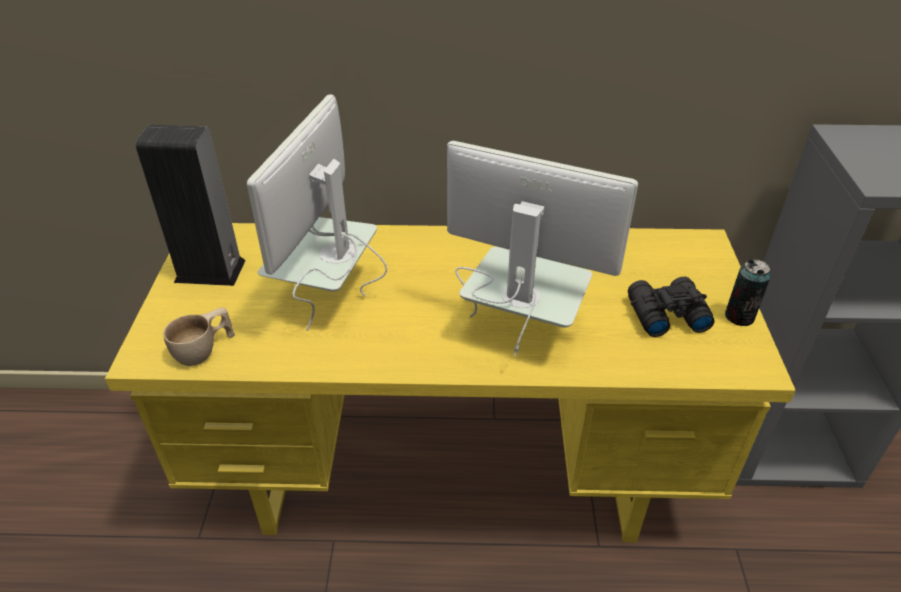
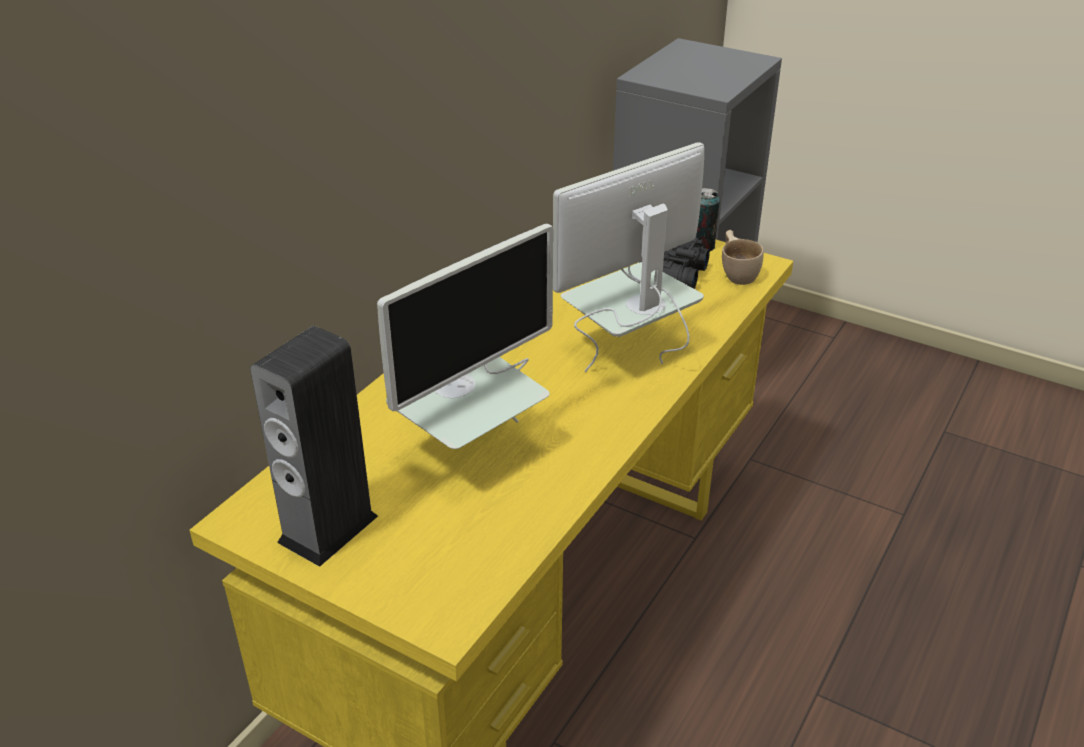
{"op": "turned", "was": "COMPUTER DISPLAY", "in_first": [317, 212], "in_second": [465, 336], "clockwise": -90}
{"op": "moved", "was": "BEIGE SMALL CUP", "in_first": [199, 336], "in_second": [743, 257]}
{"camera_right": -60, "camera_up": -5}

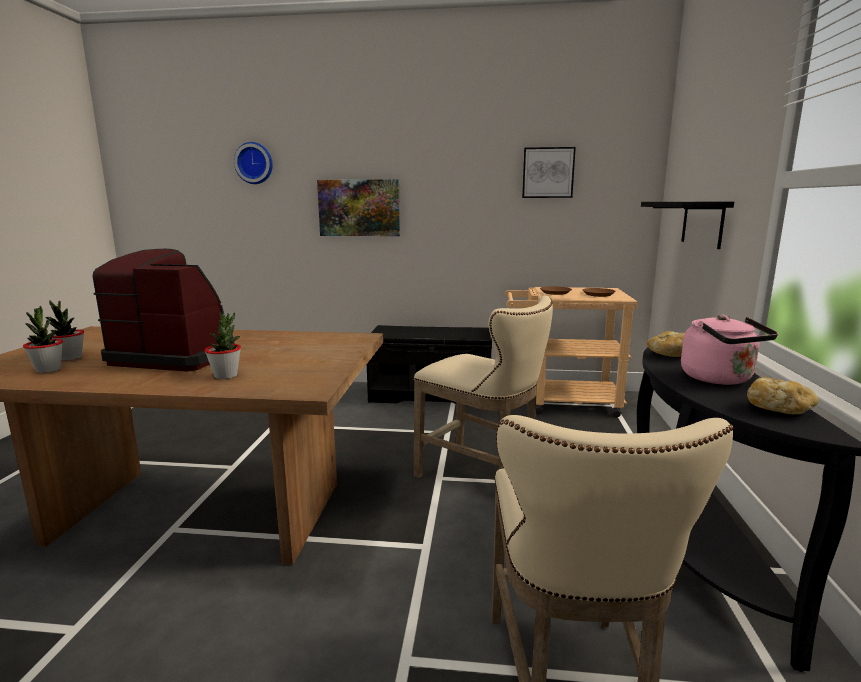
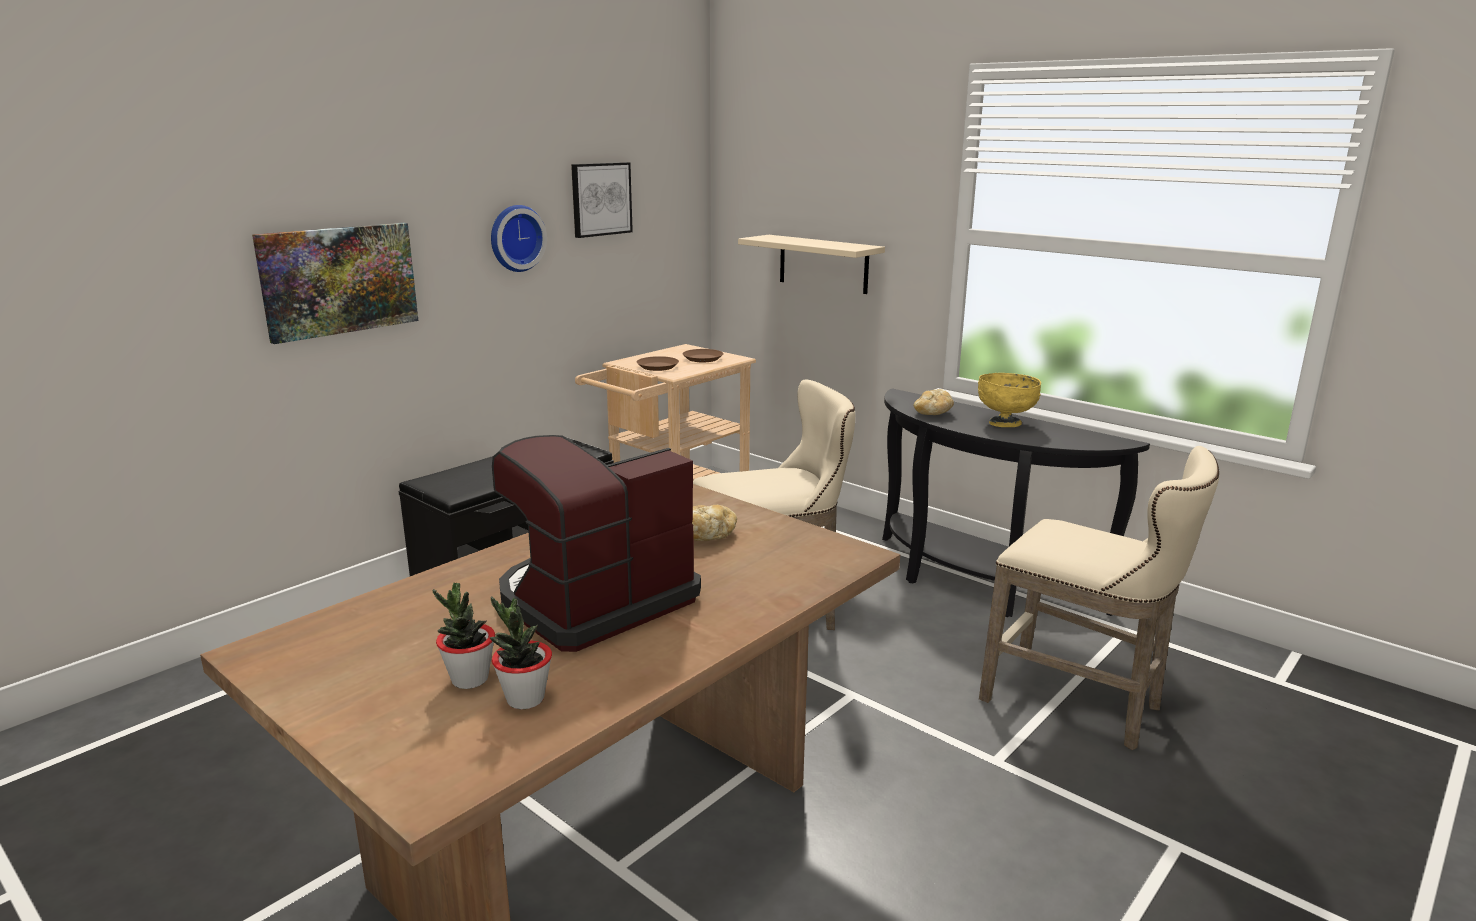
{"op": "moved", "was": "CLOCK ON THE WALL", "in_first": [253, 163], "in_second": [519, 238]}
{"op": "moved", "was": "BAKERY BREAD", "in_first": [783, 395], "in_second": [714, 523]}
{"op": "recoloured", "was": "BLACK-COLOURED BRACKET SHELF", "now": "BEIGE BRACKET SHELF", "in_first": [687, 225], "in_second": [811, 264]}
{"op": "replaced", "was": "PINK KETTLE", "now": "YELLOW-COLOURED DEEP DISH", "in_first": [729, 350], "in_second": [1009, 400]}
{"op": "removed", "was": "HOUSEPLANT", "in_first": [223, 345]}
{"camera_right": -55, "camera_up": 5}

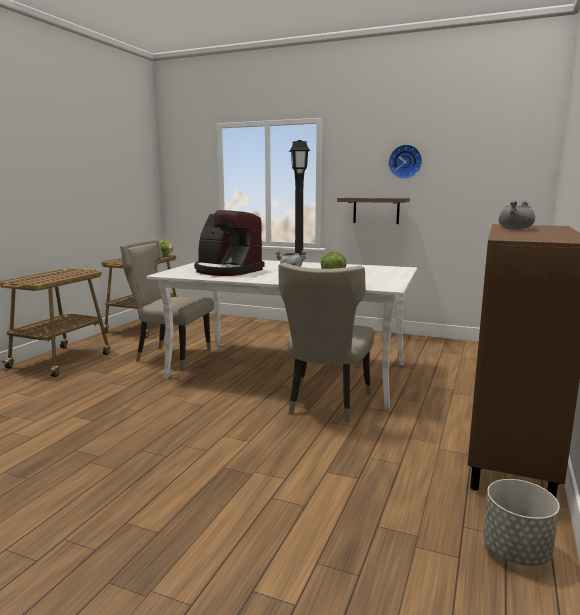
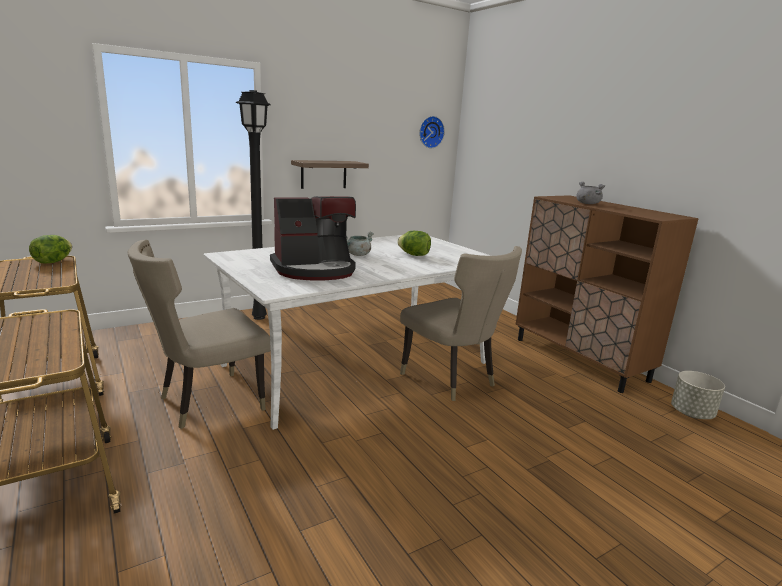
{"op": "moved", "was": "CLOCK ON THE WALL", "in_first": [405, 161], "in_second": [432, 132]}
{"camera_right": -55, "camera_up": 5}

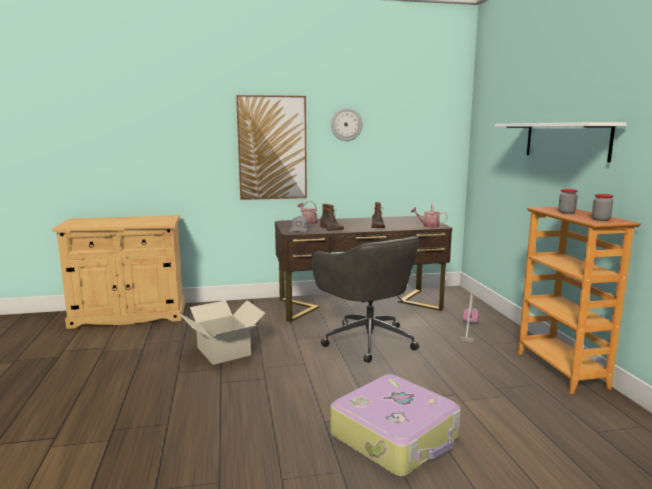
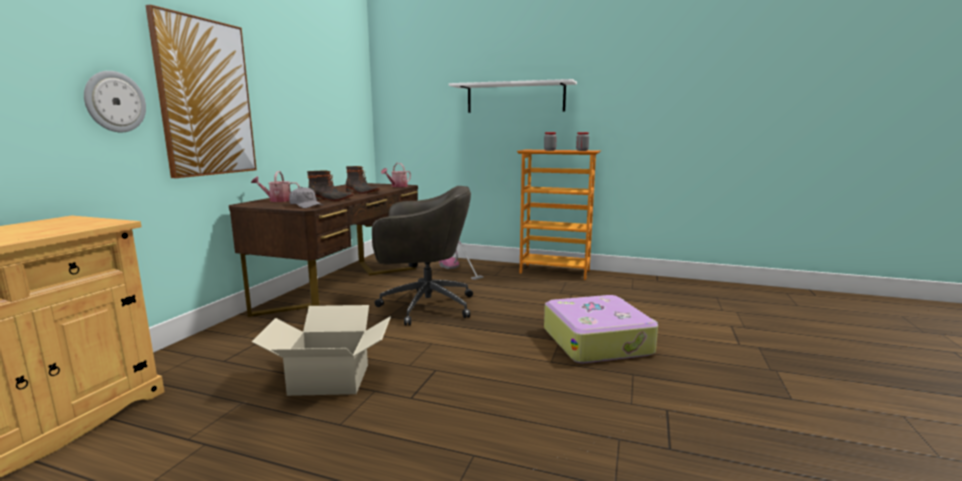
{"op": "moved", "was": "CLOCK ON THE WALL", "in_first": [347, 124], "in_second": [115, 101]}
{"camera_right": -60, "camera_up": 0}

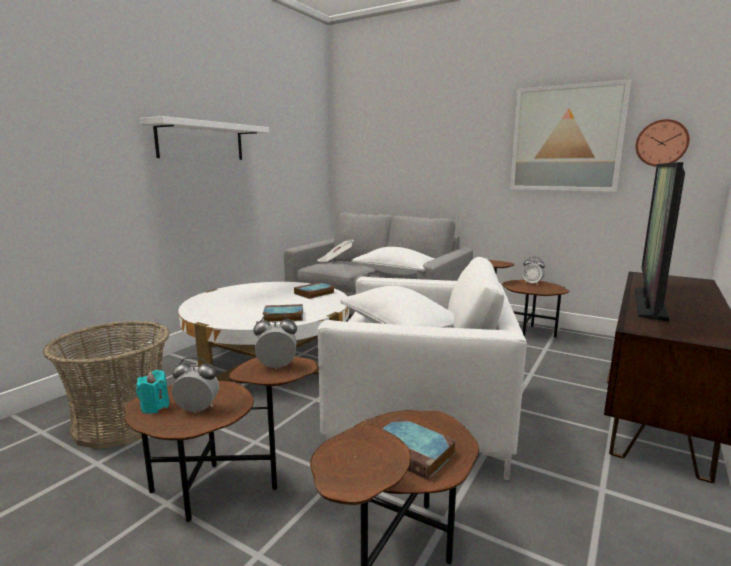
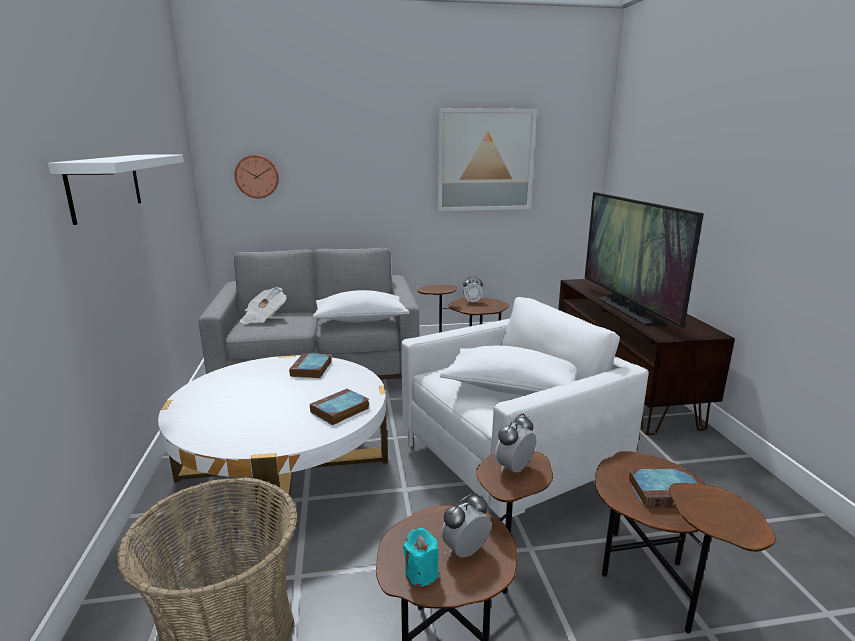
{"op": "moved", "was": "CLOCK ON THE WALL", "in_first": [663, 143], "in_second": [257, 176]}
{"camera_right": -40, "camera_up": 5}

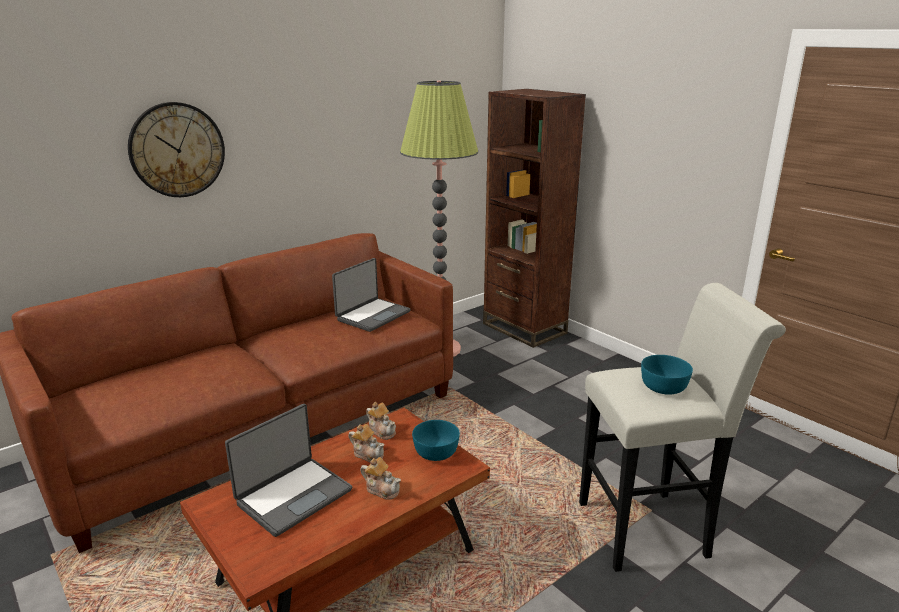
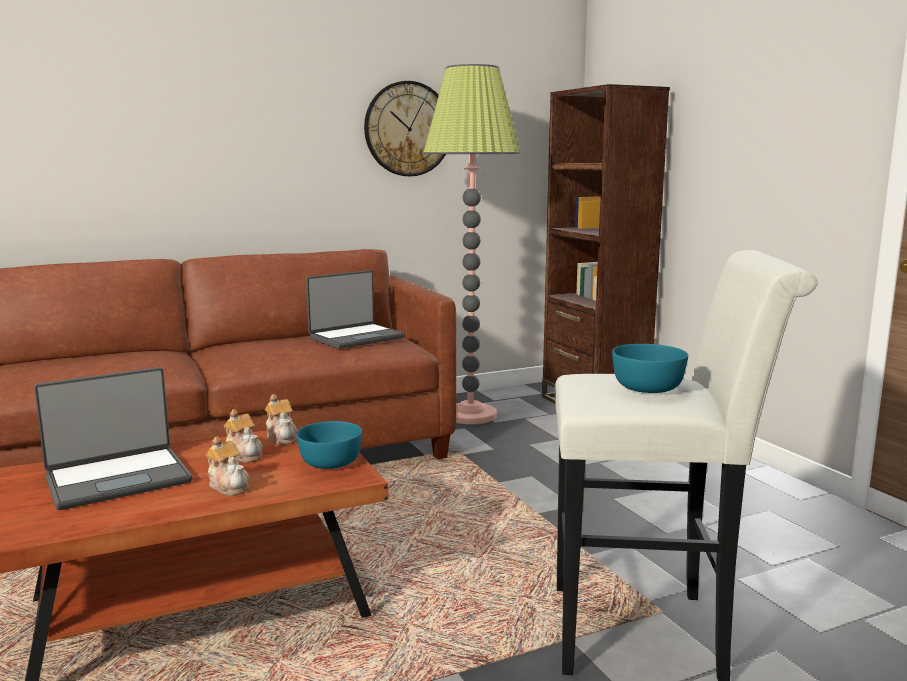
{"op": "moved", "was": "CLOCK ON THE WALL", "in_first": [176, 149], "in_second": [405, 128]}
{"camera_right": 15, "camera_up": -10}

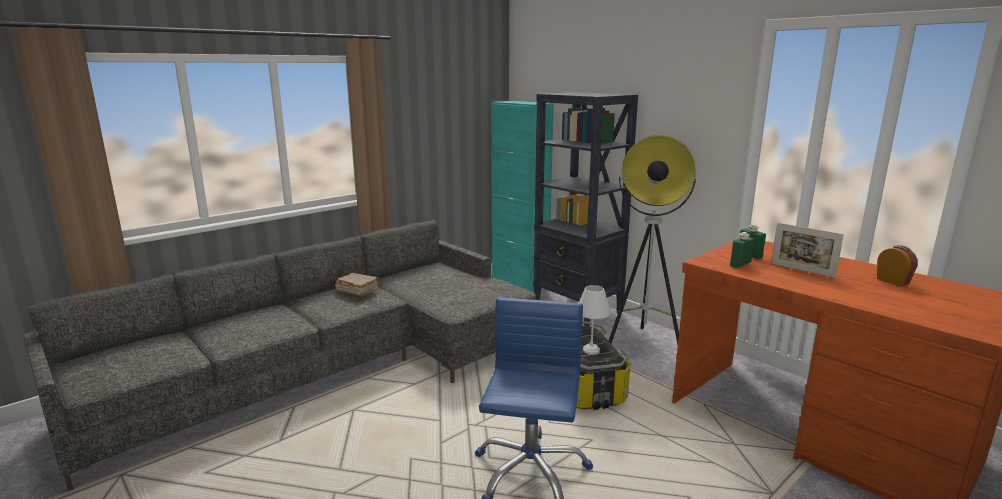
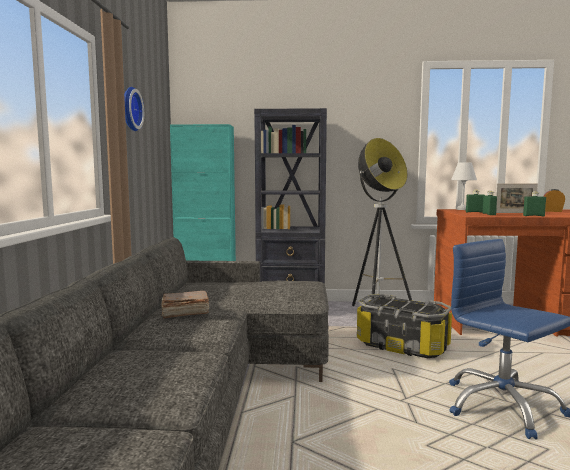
{"op": "added", "now": "CLOCK ON THE WALL", "in_second": [134, 109]}
{"op": "moved", "was": "WHITE LAMP FOR A TABLE", "in_first": [594, 320], "in_second": [464, 186]}
{"op": "added", "now": "GREEN-COLOURED DRINK BOTTLE", "in_second": [534, 204]}
{"camera_right": -45, "camera_up": -10}

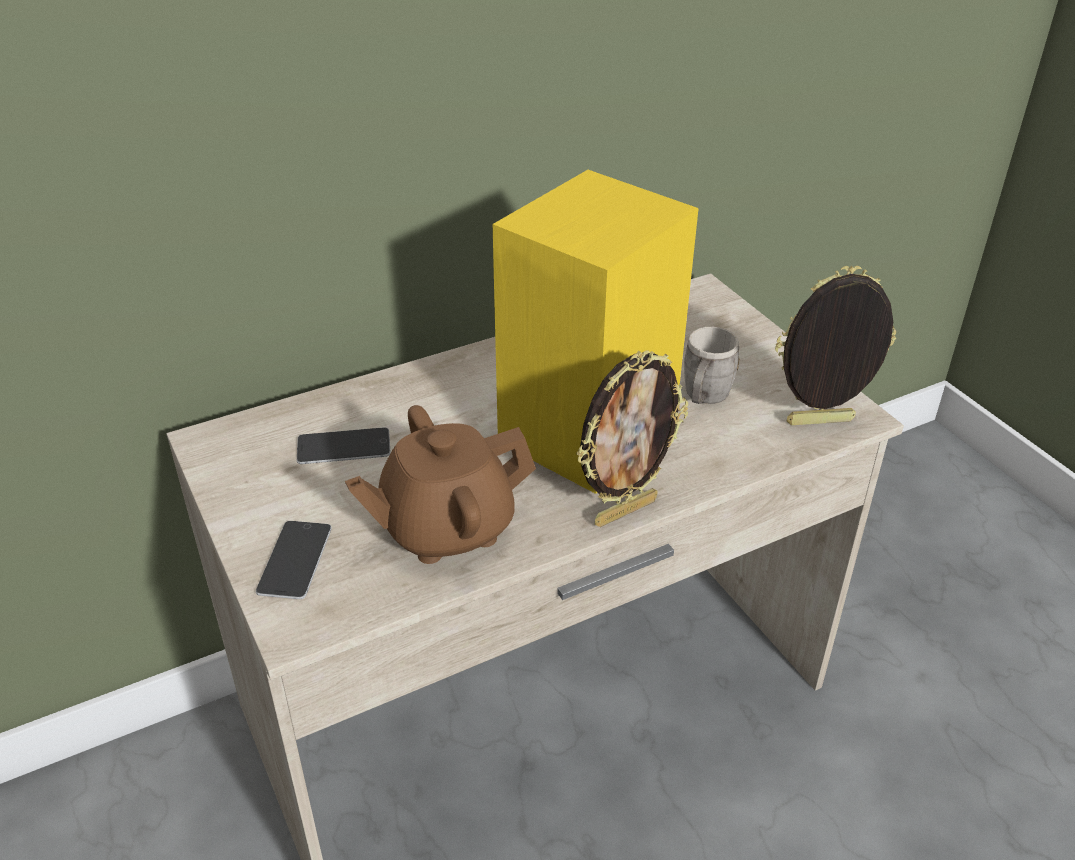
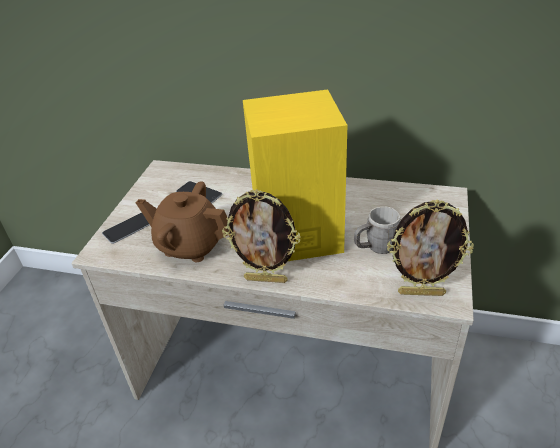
{"op": "turned", "was": "STANDING FRAME", "in_first": [836, 345], "in_second": [430, 247], "clockwise": 150}
{"camera_right": 45, "camera_up": 0}

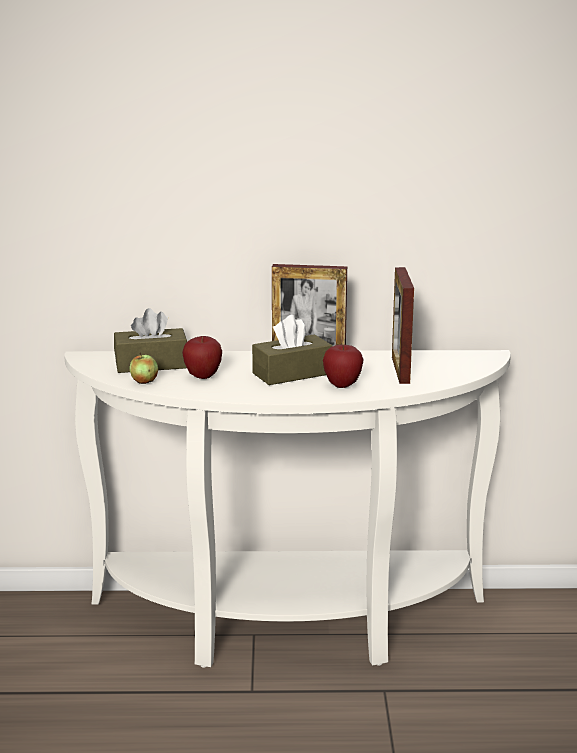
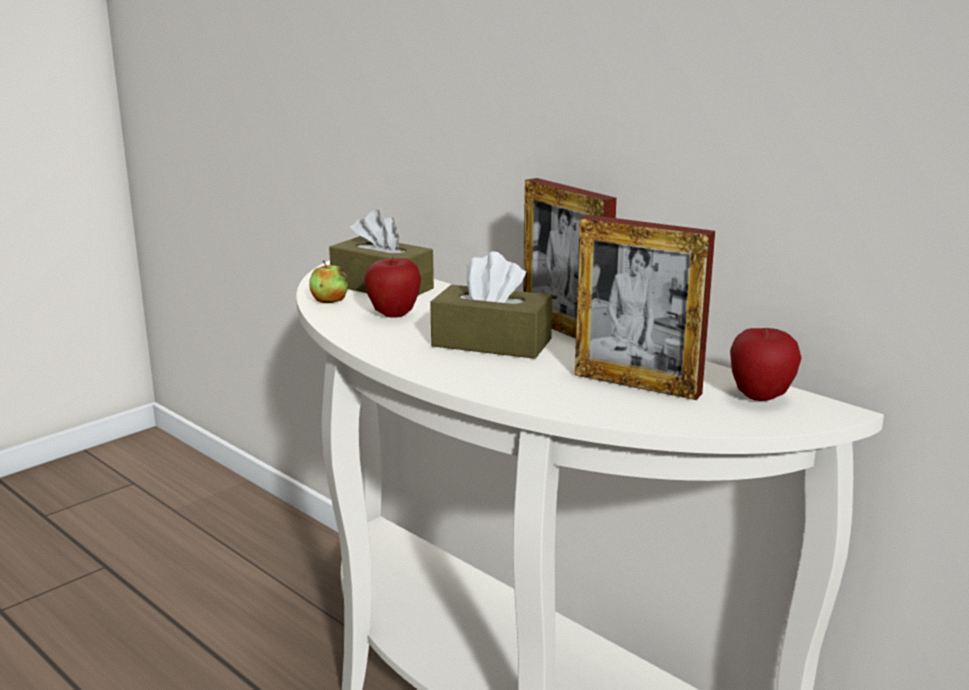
{"op": "turned", "was": "STANDING FRAME", "in_first": [403, 325], "in_second": [645, 307], "clockwise": -105}
{"op": "moved", "was": "APPLE", "in_first": [343, 366], "in_second": [766, 364]}
{"camera_right": 45, "camera_up": 0}

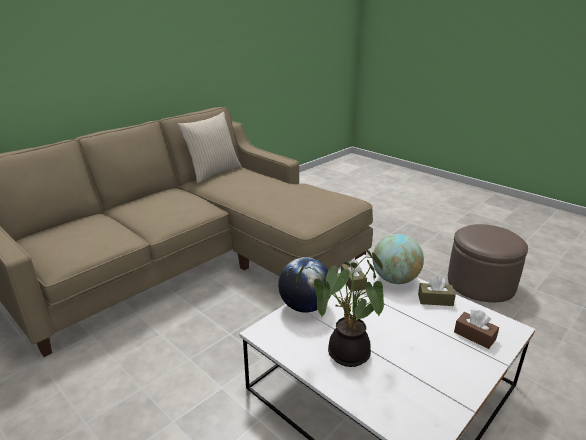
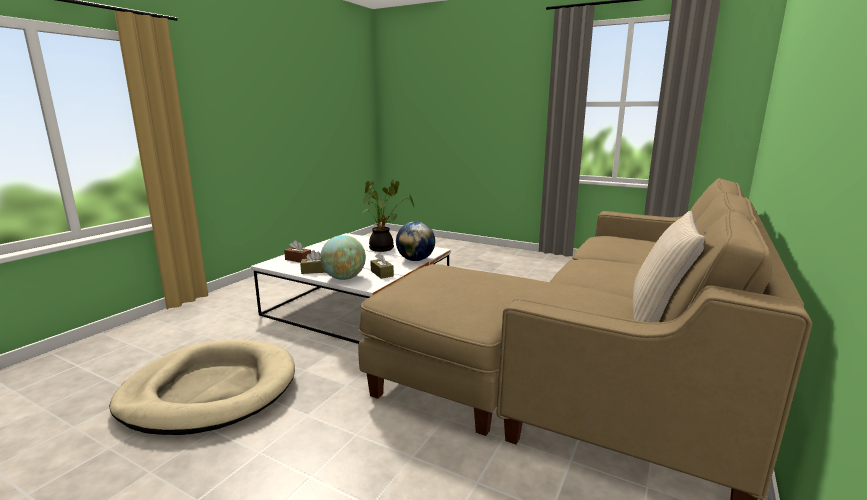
{"op": "replaced", "was": "BROWN FOOTREST", "now": "BEIGE DOG BED", "in_first": [488, 263], "in_second": [202, 387]}
{"camera_right": 165, "camera_up": -10}

